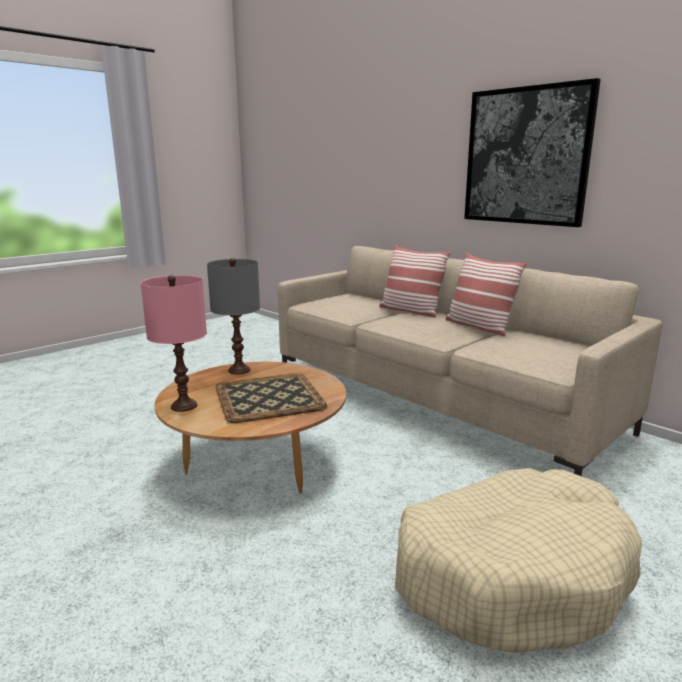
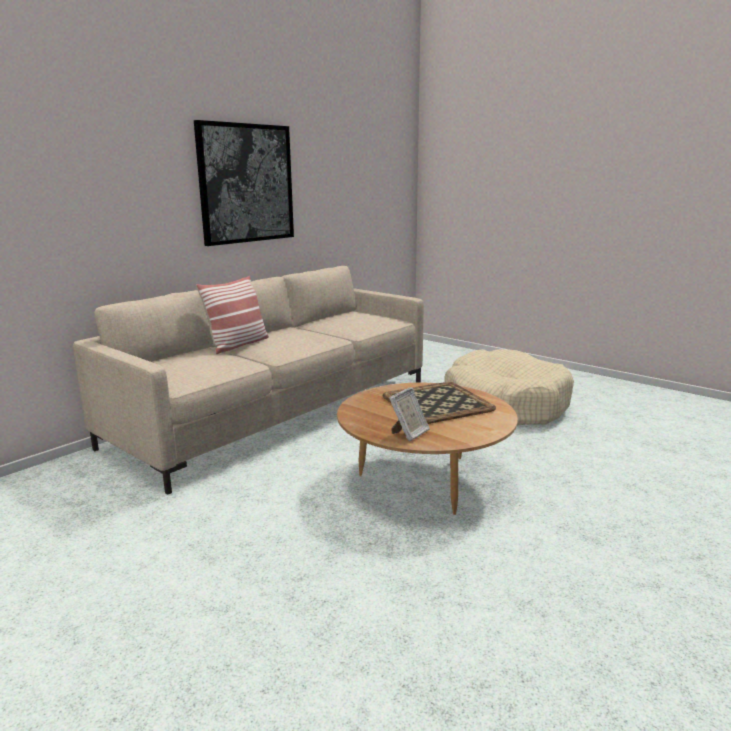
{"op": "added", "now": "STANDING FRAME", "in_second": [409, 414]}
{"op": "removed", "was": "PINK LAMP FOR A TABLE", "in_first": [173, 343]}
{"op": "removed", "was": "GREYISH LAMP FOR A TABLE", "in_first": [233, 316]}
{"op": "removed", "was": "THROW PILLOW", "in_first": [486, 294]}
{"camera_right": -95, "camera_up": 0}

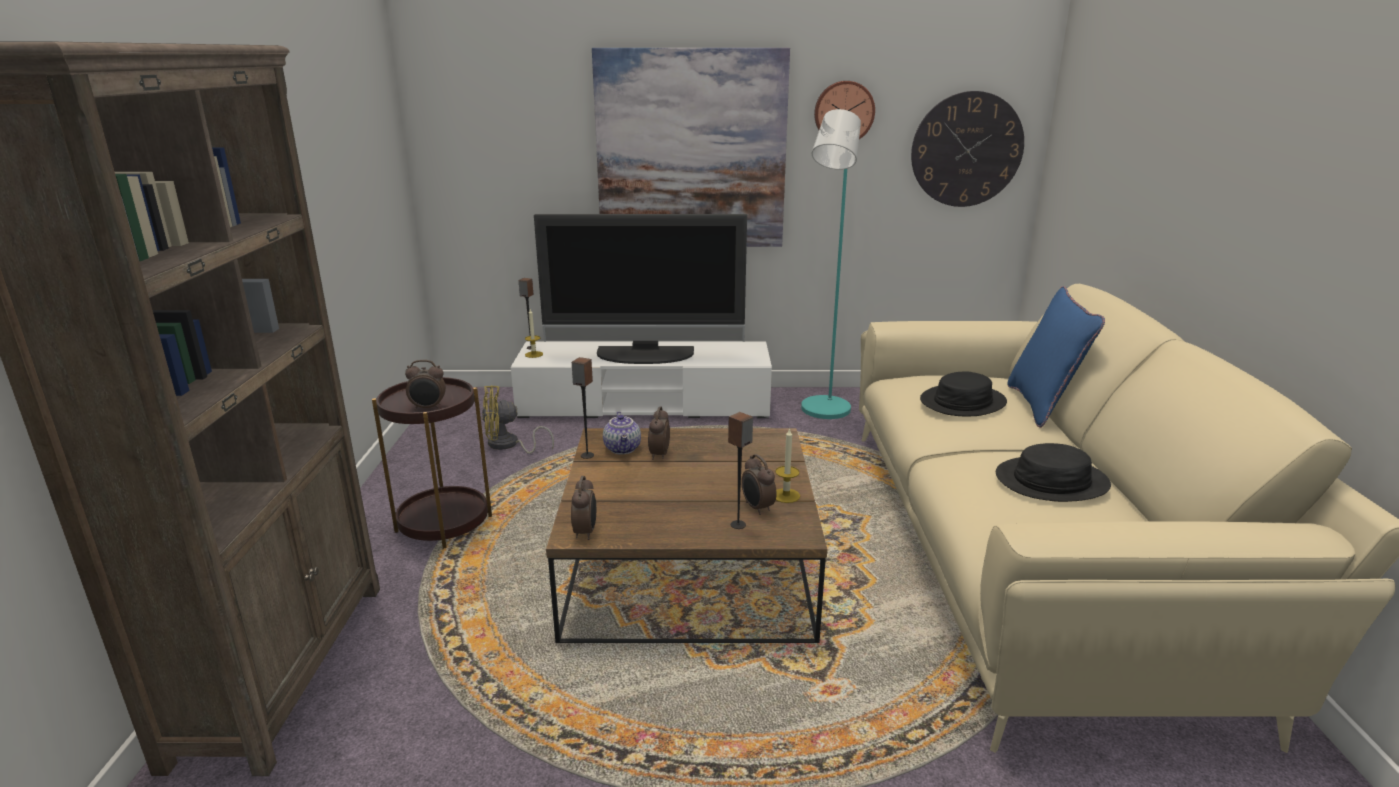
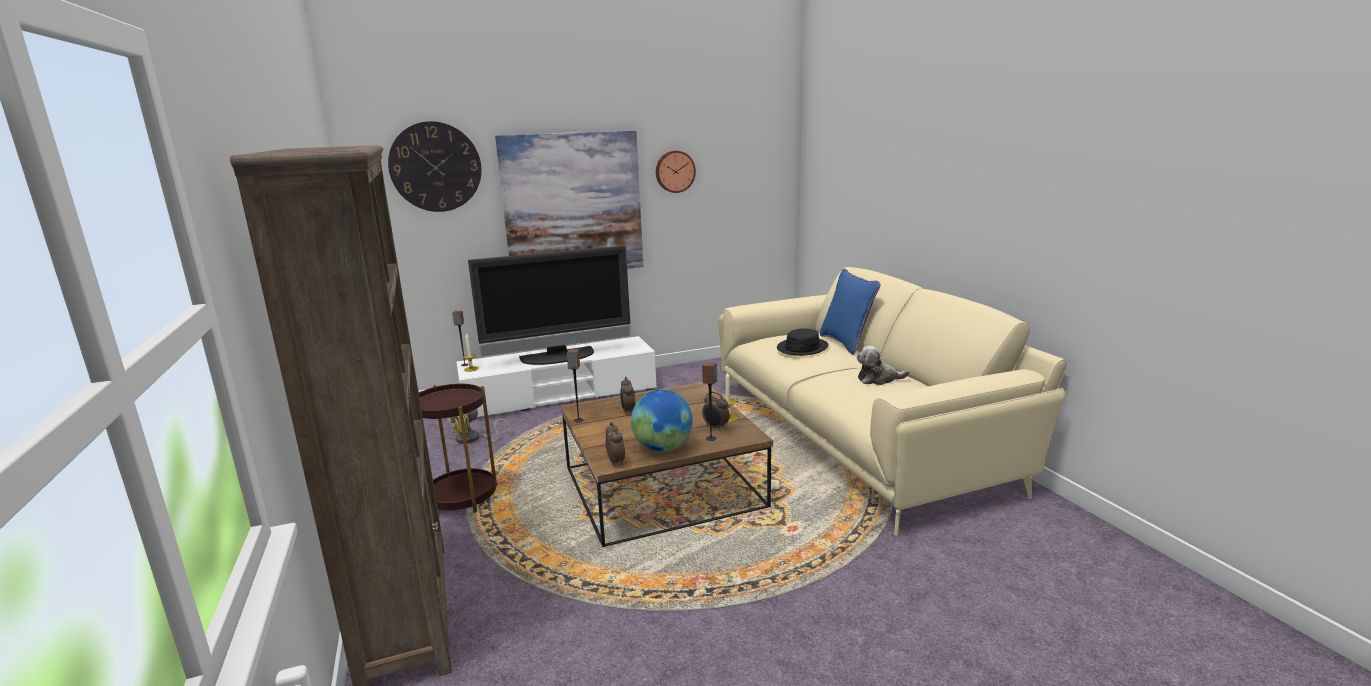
{"op": "moved", "was": "CLOCK ON THE WALL", "in_first": [967, 149], "in_second": [435, 166]}
{"op": "added", "now": "DESK GLOBE", "in_second": [662, 421]}
{"op": "replaced", "was": "BLACK-COLOURED WEARABLE HAT", "now": "SOFT TOY", "in_first": [1053, 472], "in_second": [883, 365]}
{"op": "removed", "was": "ALARM CLOCK", "in_first": [425, 385]}
{"op": "removed", "was": "TEAPOT", "in_first": [622, 433]}
{"op": "removed", "was": "TURQUOISE-COLOURED FLOOR LAMP", "in_first": [831, 264]}
{"camera_right": -20, "camera_up": -5}

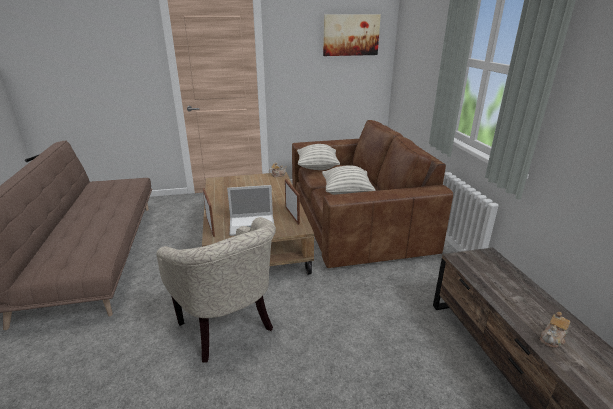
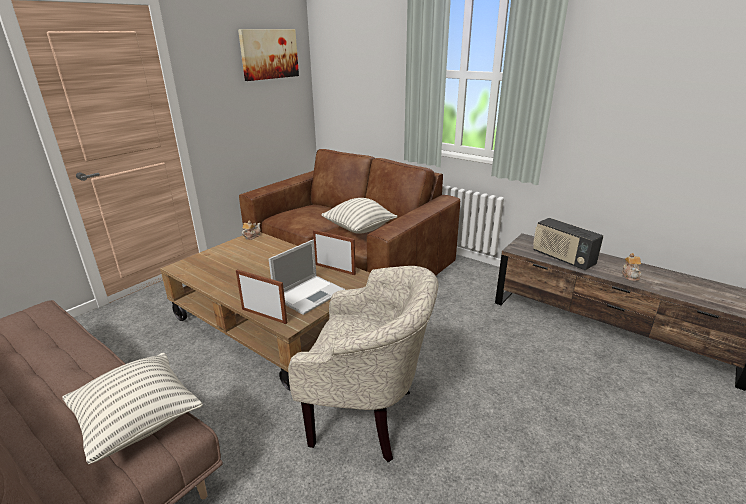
{"op": "moved", "was": "THROW PILLOW", "in_first": [318, 157], "in_second": [132, 408]}
{"op": "added", "now": "RADIO SET", "in_second": [568, 244]}
{"camera_right": -40, "camera_up": 0}

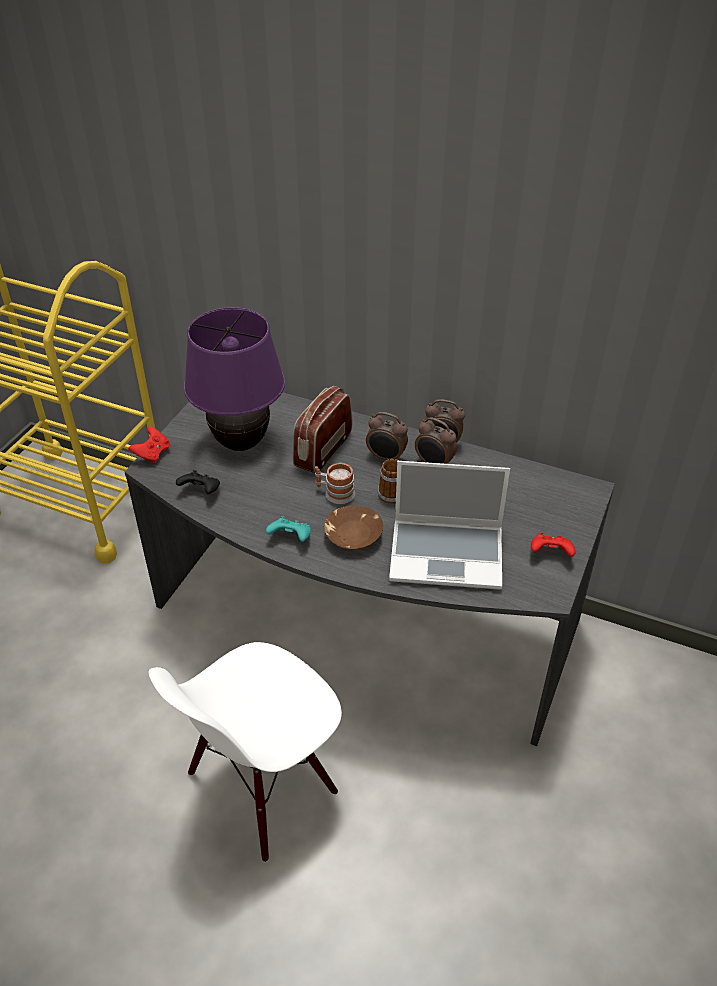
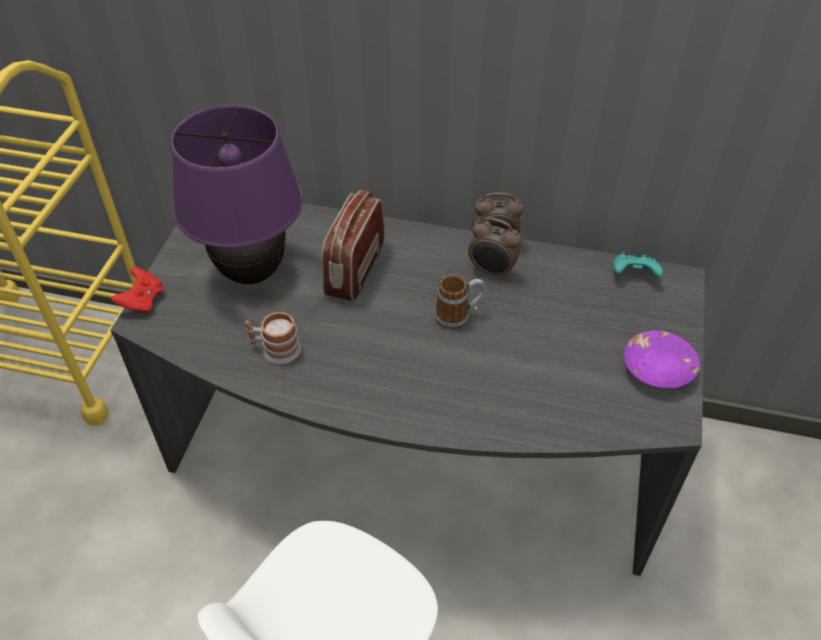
{"op": "moved", "was": "MUG", "in_first": [335, 483], "in_second": [273, 338]}
{"op": "moved", "was": "TURQUOISE-COLOURED GAME CONTROLLER", "in_first": [288, 529], "in_second": [638, 265]}
{"op": "replaced", "was": "REDDISH GAME CONTROLLER", "now": "PURPLE-COLOURED DEEP DISH", "in_first": [553, 545], "in_second": [662, 359]}
{"op": "removed", "was": "BLACK-COLOURED GAME CONTROLLER", "in_first": [198, 482]}
{"op": "removed", "was": "BROWN DEEP DISH", "in_first": [353, 527]}
{"op": "removed", "was": "ALARM CLOCK", "in_first": [387, 436]}
{"op": "removed", "was": "LAPTOP", "in_first": [449, 525]}
{"camera_right": -10, "camera_up": 5}

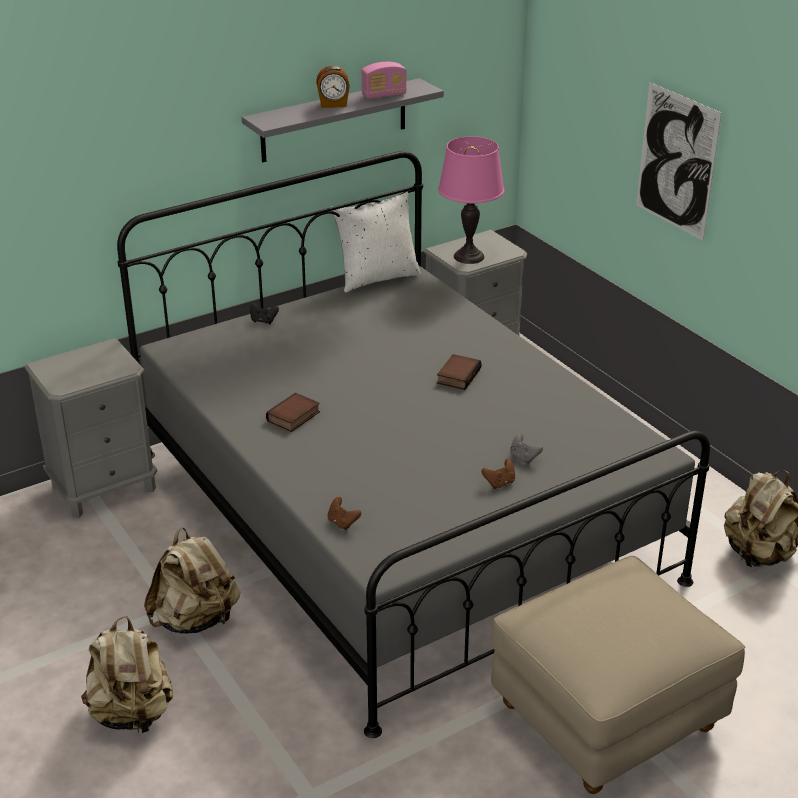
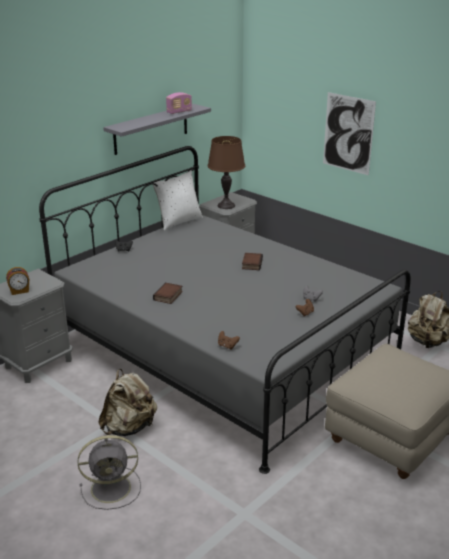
{"op": "moved", "was": "ALARM CLOCK", "in_first": [333, 86], "in_second": [17, 281]}
{"op": "replaced", "was": "BEIGE BACKPACK", "now": "GREYISH FAN", "in_first": [127, 674], "in_second": [109, 472]}
{"op": "recoloured", "was": "PINK LAMP FOR A TABLE", "now": "BROWN LAMP FOR A TABLE", "in_first": [471, 200], "in_second": [226, 172]}
{"camera_right": -15, "camera_up": -5}

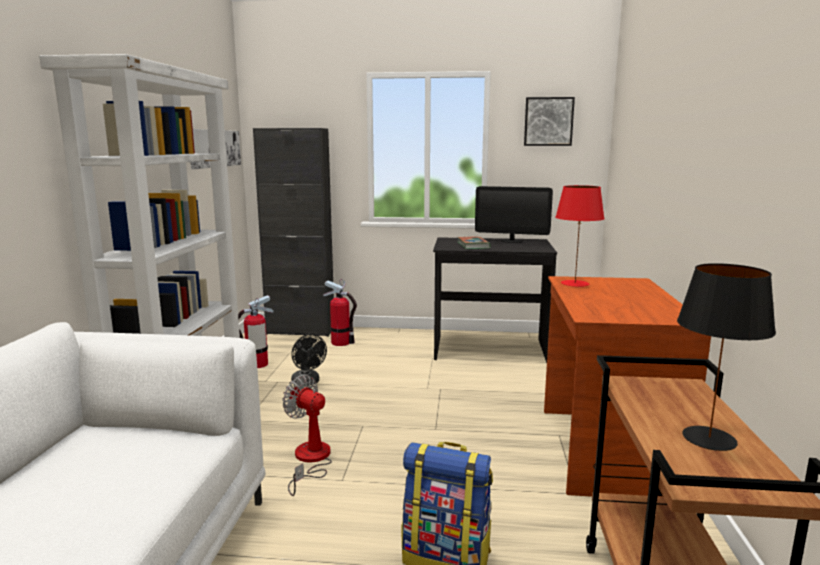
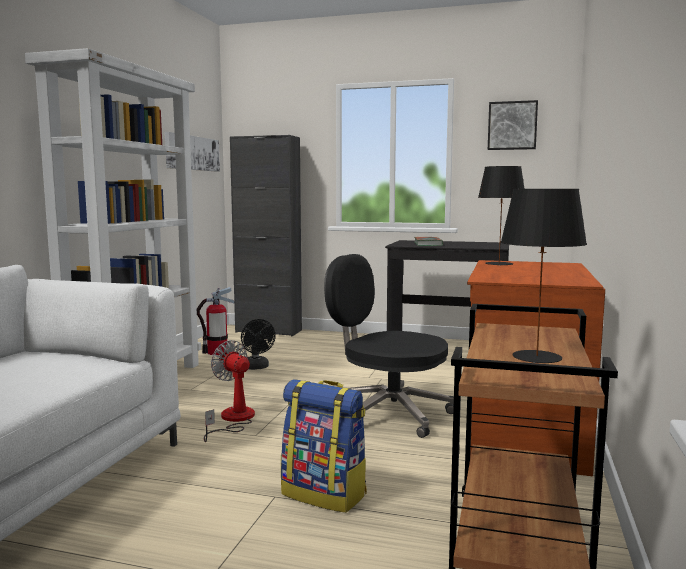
{"op": "added", "now": "BLACK-COLOURED COMPUTER CHAIR", "in_second": [389, 346]}
{"op": "recoloured", "was": "REDDISH LAMP FOR A TABLE", "now": "BLACK-COLOURED LAMP FOR A TABLE", "in_first": [580, 236], "in_second": [501, 216]}
{"op": "removed", "was": "FIRE-FIGHTING CYLINDER", "in_first": [340, 312]}
{"op": "removed", "was": "COMPUTER DISPLAY", "in_first": [514, 214]}
{"camera_right": 10, "camera_up": -5}

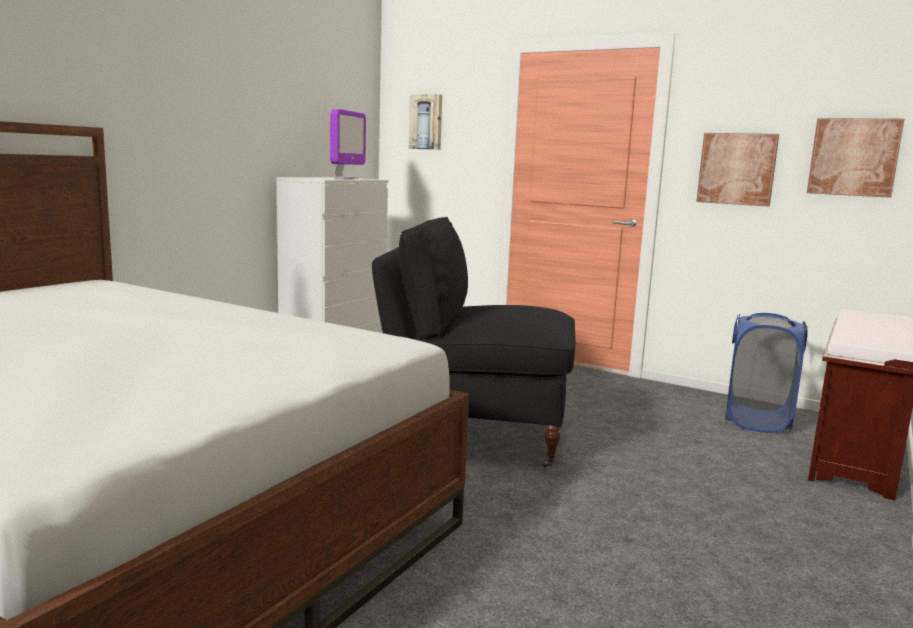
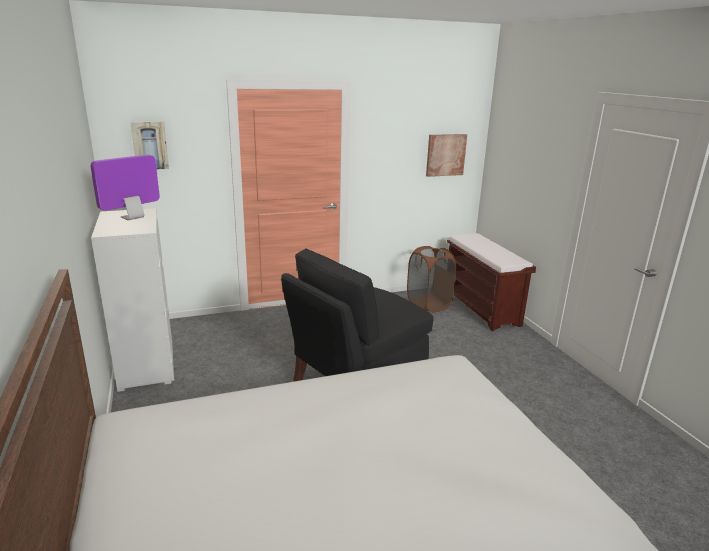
{"op": "turned", "was": "COMPUTER DISPLAY", "in_first": [348, 144], "in_second": [125, 187], "clockwise": -105}
{"op": "recoloured", "was": "BLUE WASHING BASKET", "now": "BROWN WASHING BASKET", "in_first": [766, 373], "in_second": [432, 279]}
{"op": "removed", "was": "PICTURE", "in_first": [737, 170]}
{"camera_right": -50, "camera_up": 10}

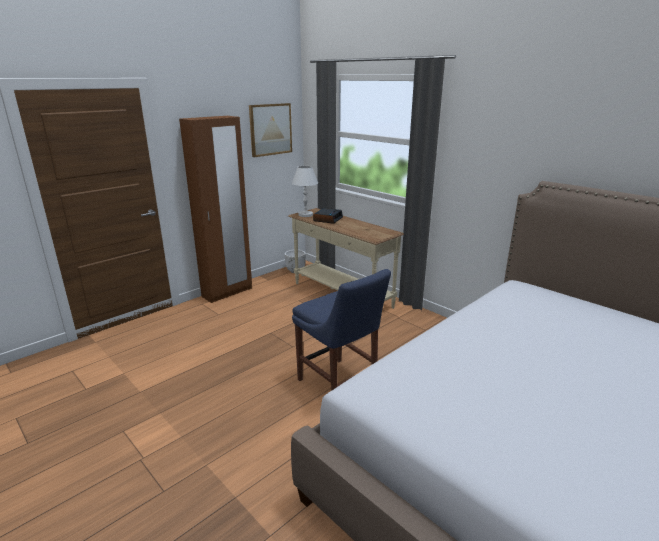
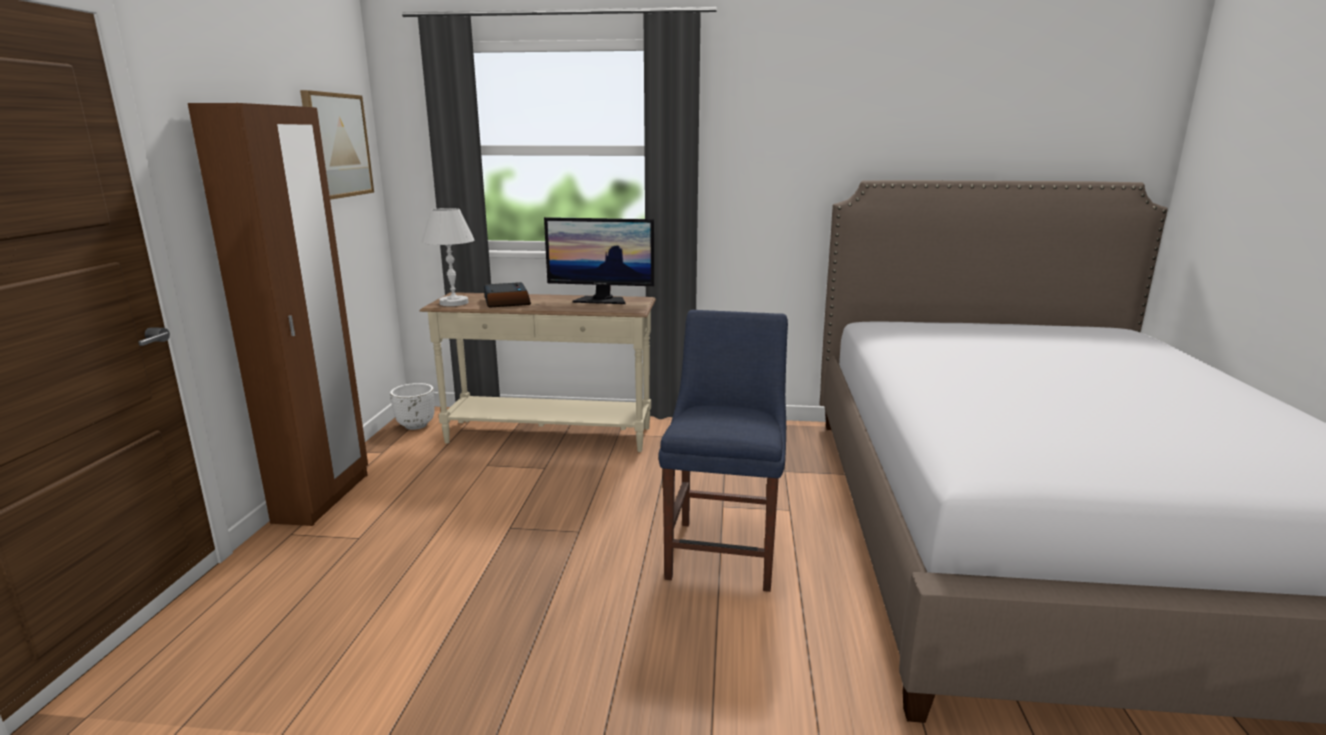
{"op": "added", "now": "COMPUTER DISPLAY", "in_second": [599, 260]}
{"op": "turned", "was": "BLUE CHAIR", "in_first": [341, 330], "in_second": [723, 451], "clockwise": -90}
{"camera_right": -40, "camera_up": -5}

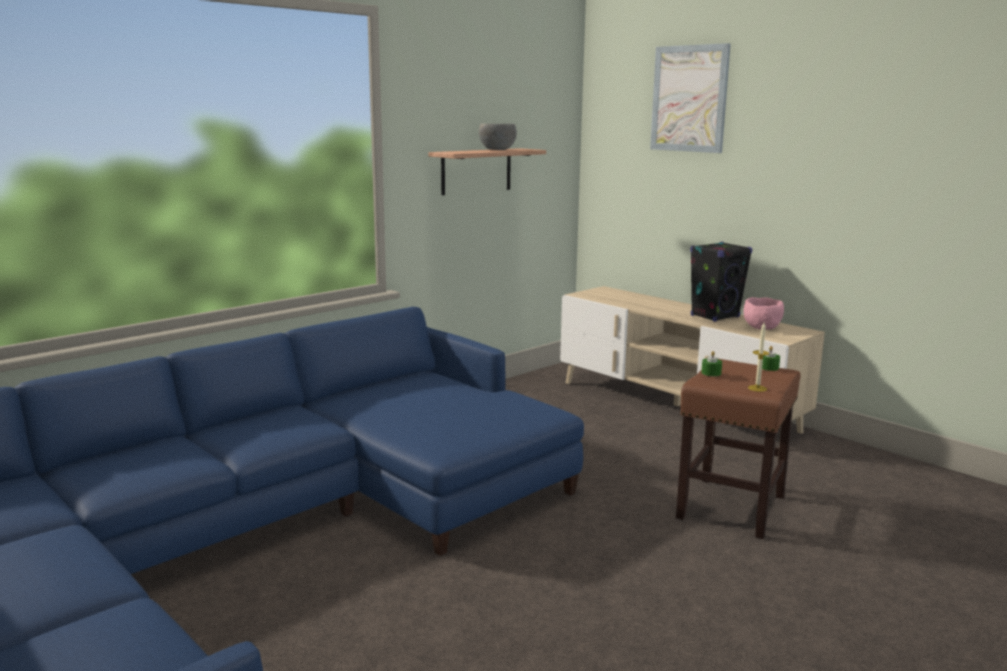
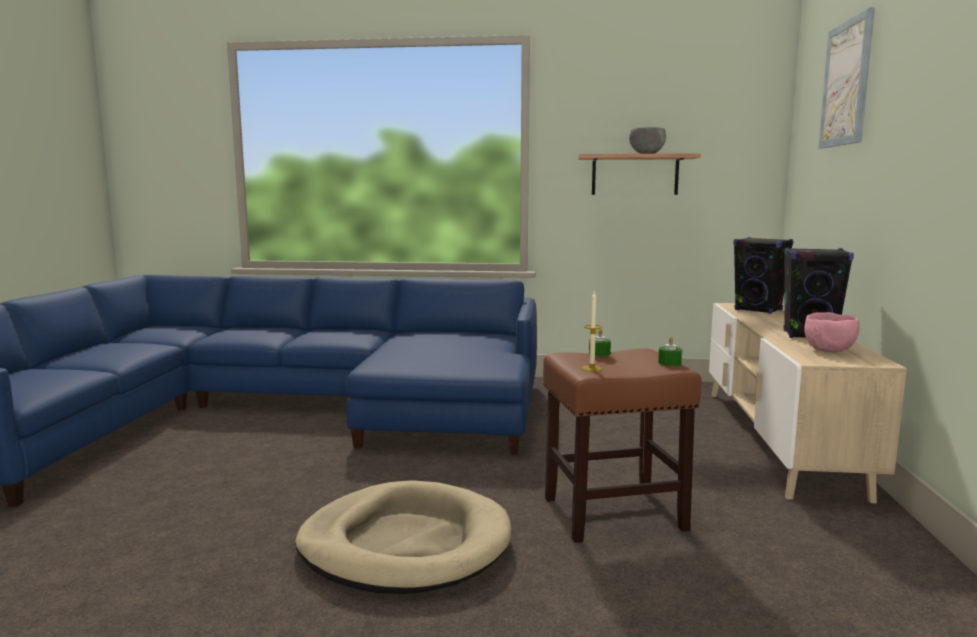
{"op": "added", "now": "BEIGE DOG BED", "in_second": [403, 537]}
{"op": "added", "now": "BLACK-COLOURED LOUDSPEAKER", "in_second": [763, 275]}
{"camera_right": 50, "camera_up": -5}

